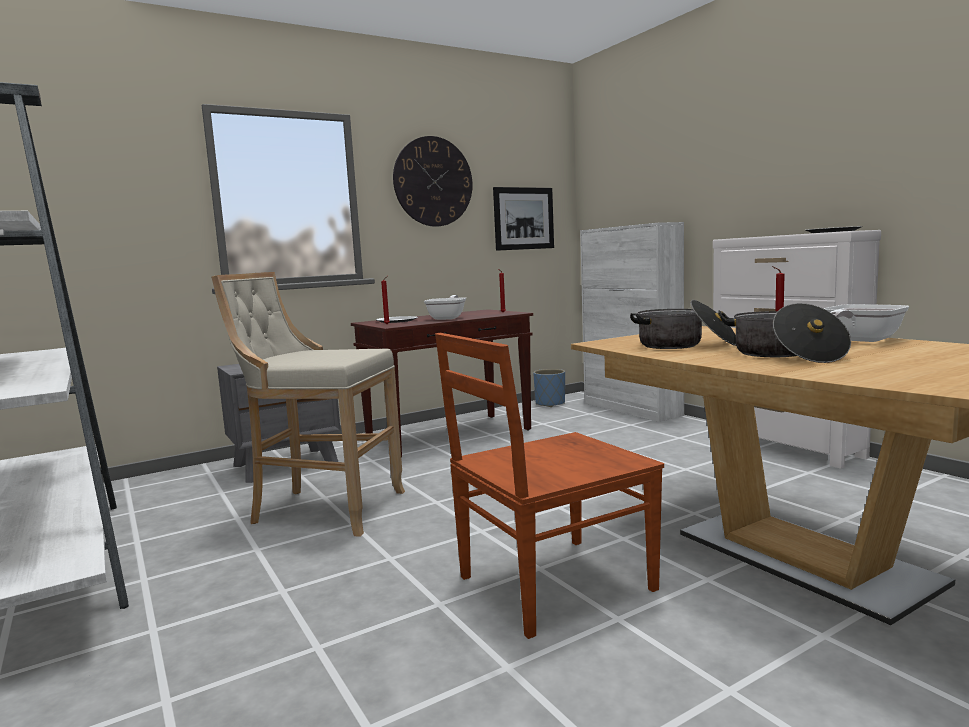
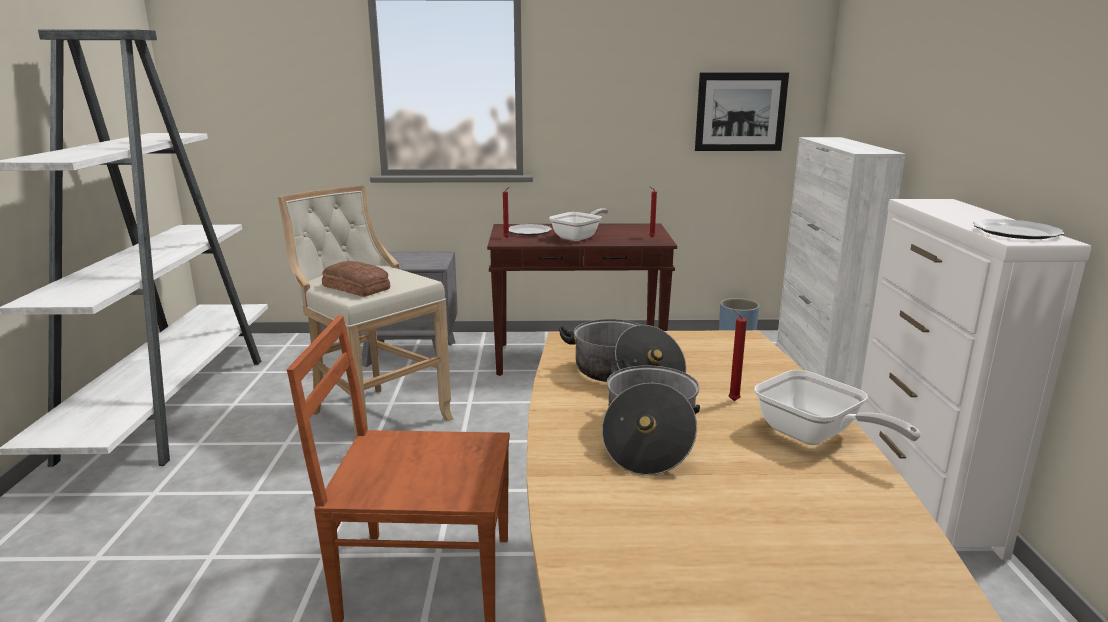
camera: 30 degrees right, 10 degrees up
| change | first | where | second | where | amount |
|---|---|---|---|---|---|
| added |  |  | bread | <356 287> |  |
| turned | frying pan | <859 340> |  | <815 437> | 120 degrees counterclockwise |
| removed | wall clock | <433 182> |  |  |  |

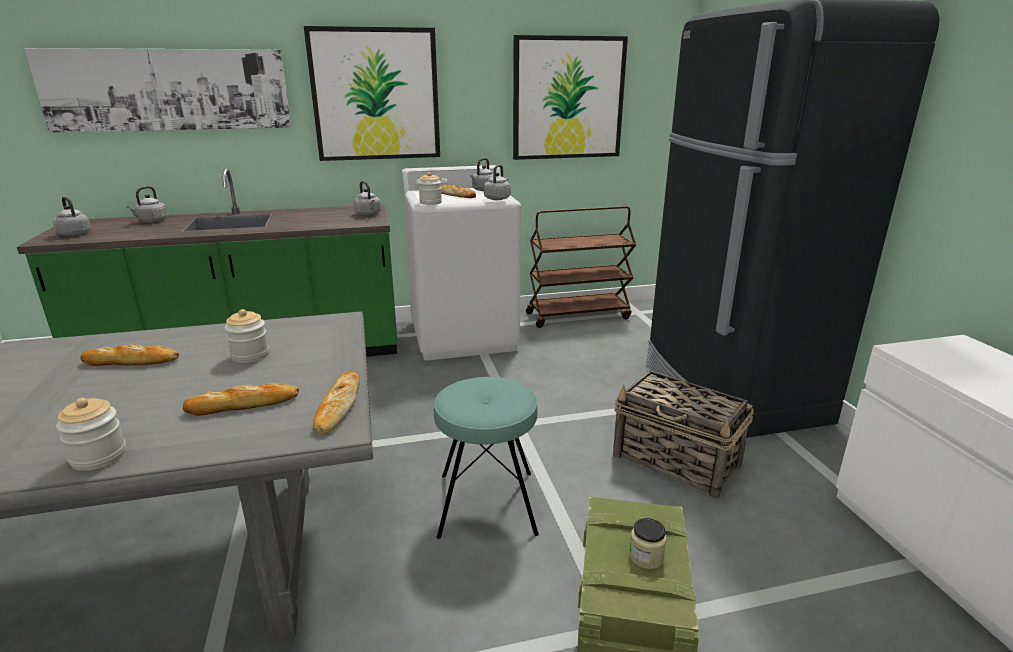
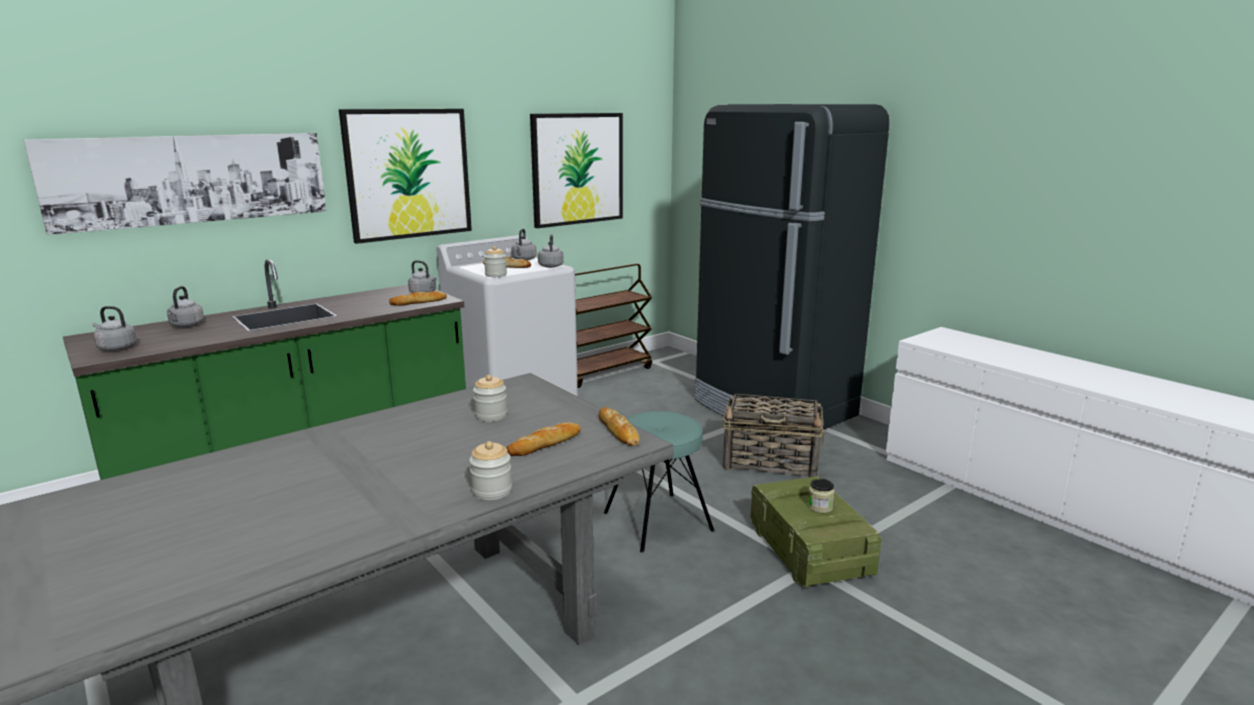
camera: 25 degrees left, 5 degrees down
| change | first | where | second | where | amount |
|---|---|---|---|---|---|
| moved | bread | <131 361> |  | <419 302> |  |

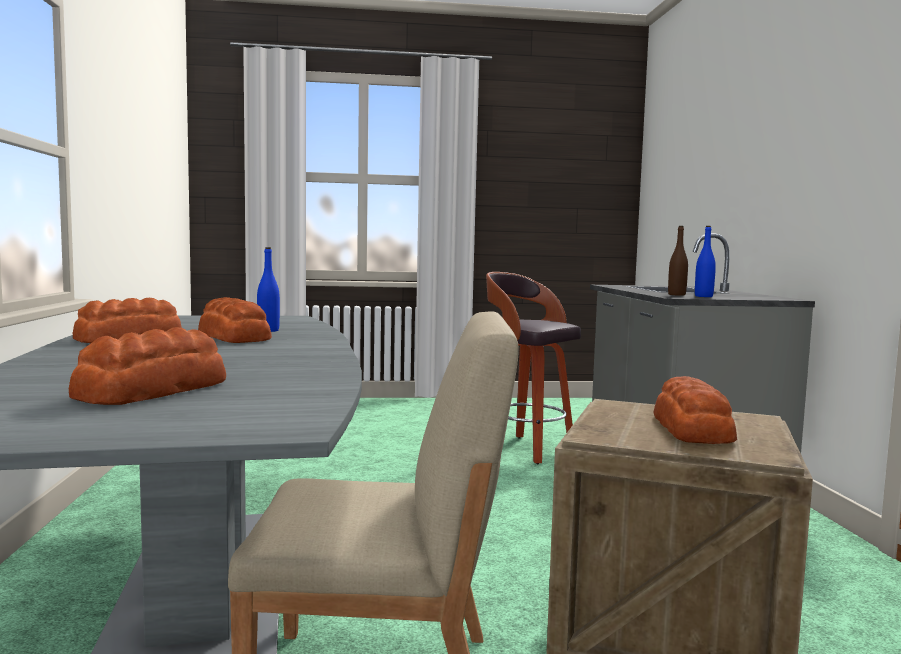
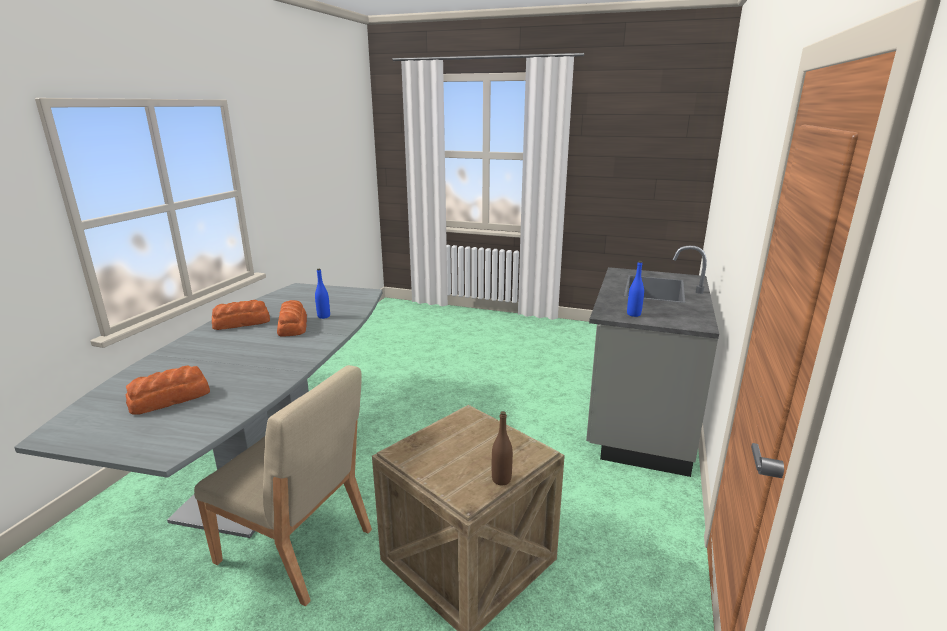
camera: 25 degrees right, 15 degrees up
| change | first | where | second | where | amount |
|---|---|---|---|---|---|
| moved | bottle/brown | <676 295> |  | <501 479> |  |
| removed | stool | <525 449> |  |  |  |
| removed | bread | <692 428> |  |  |  |

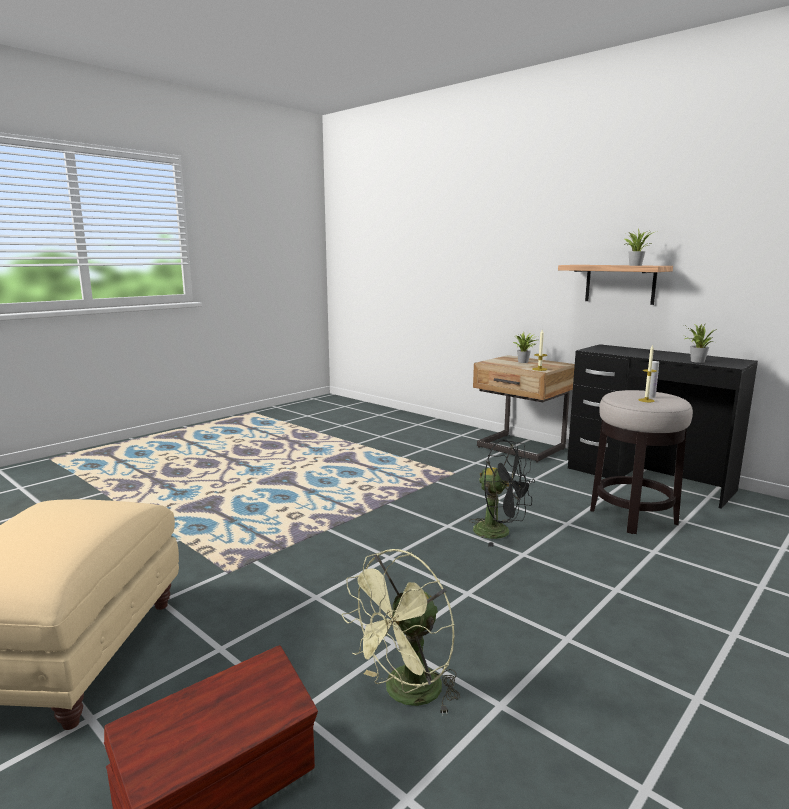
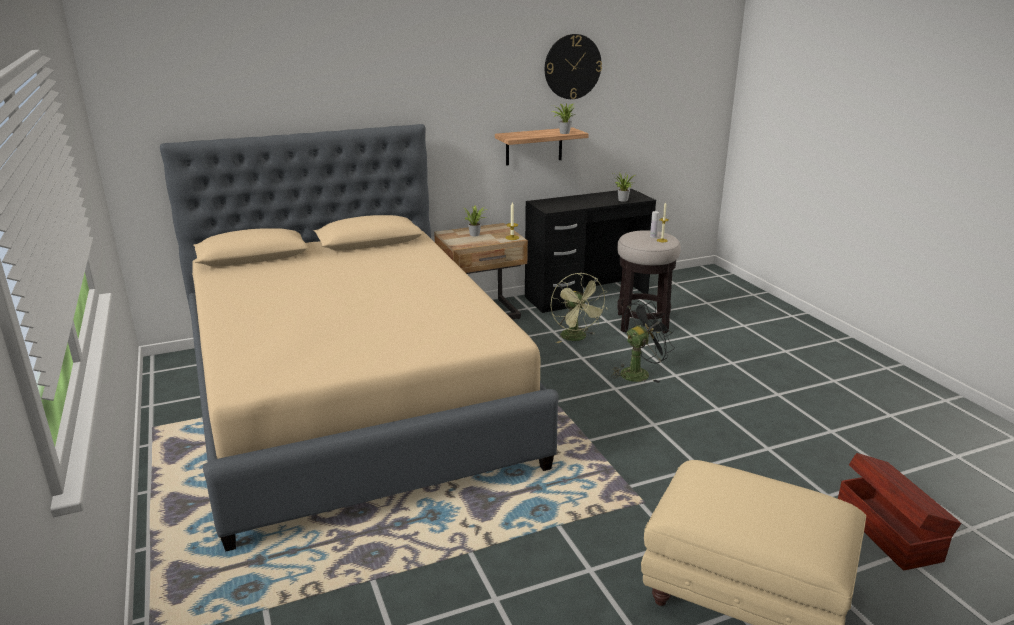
camera: 65 degrees left, 10 degrees up
| change | first | where | second | where | amount |
|---|---|---|---|---|---|
| added |  |  | bed/beige | <353 401> |  |
| added |  |  | wall clock | <572 66> |  |
| moved | fan/green | <406 695> |  | <577 338> |  |

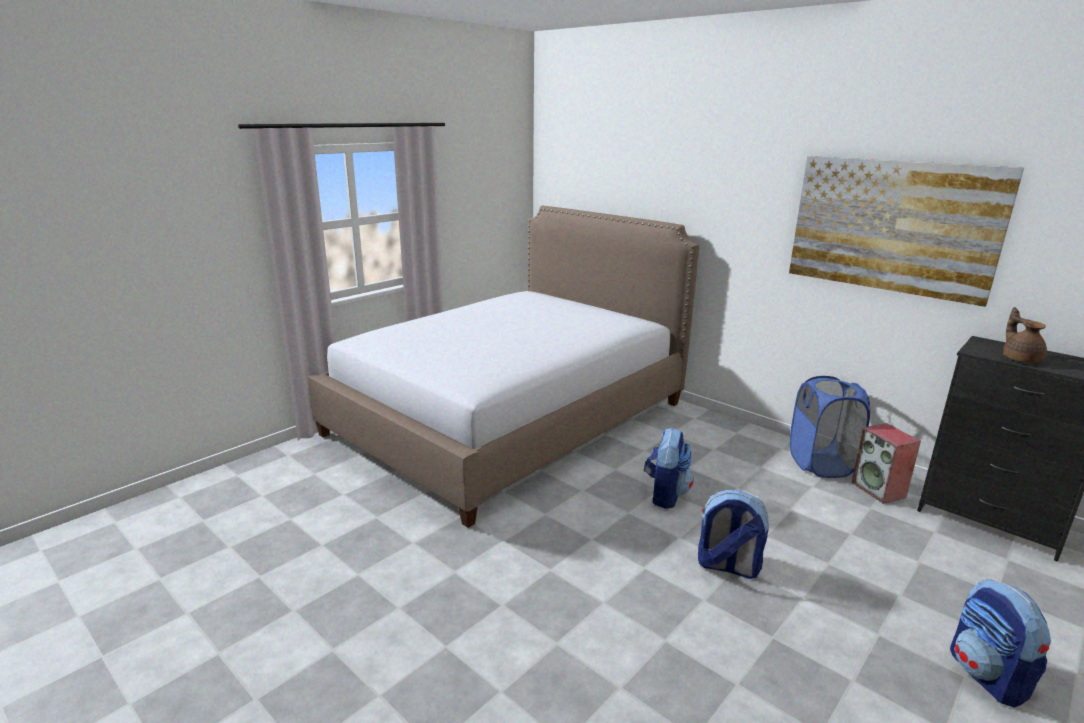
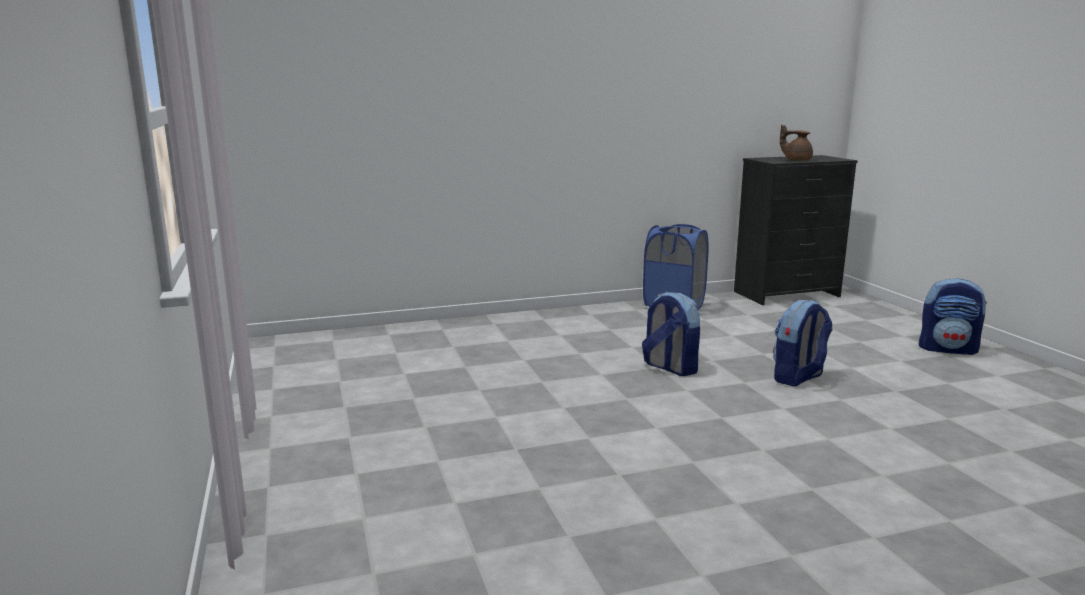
camera: 60 degrees left, 5 degrees down
| change | first | where | second | where | amount |
|---|---|---|---|---|---|
| removed | bed | <510 418> |  |  |  |
| removed | picture | <893 226> |  |  |  |
| removed | speaker | <879 490> |  |  |  |

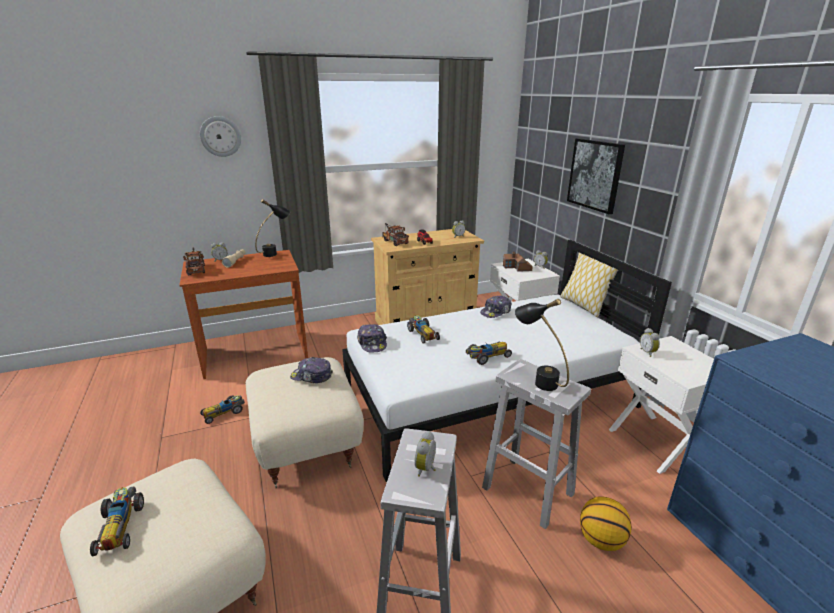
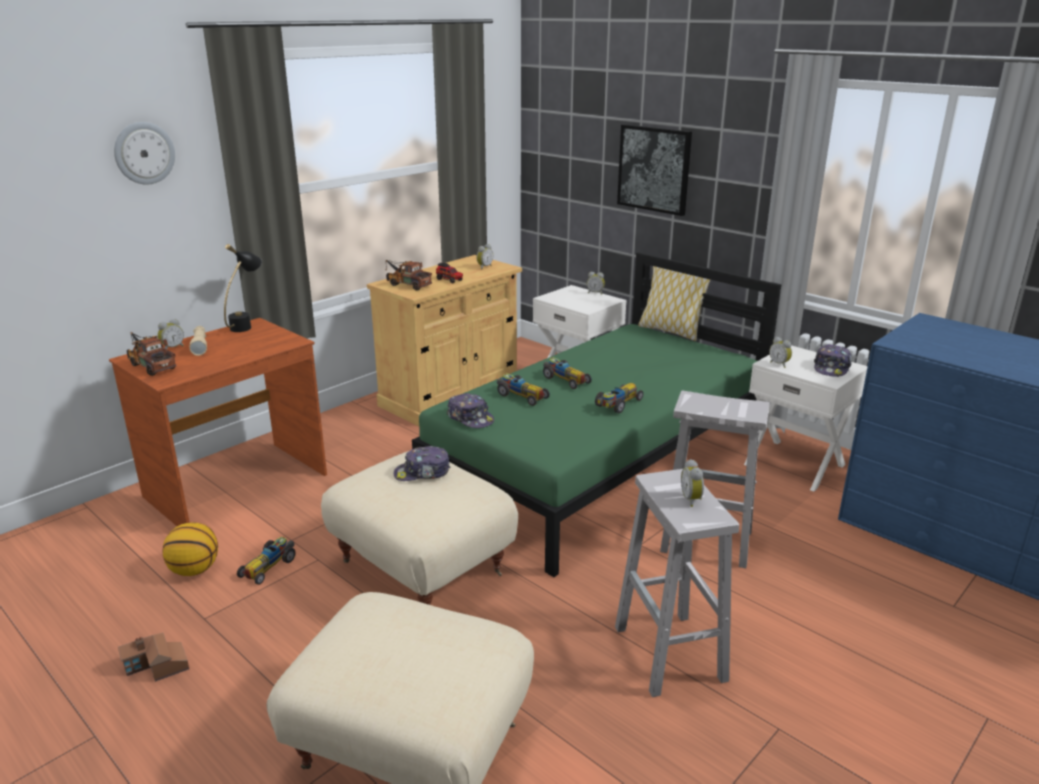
camera: 25 degrees left, 0 degrees up
| change | first | where | second | where | amount |
|---|---|---|---|---|---|
| moved | toy house | <517 268> |  | <156 666> |  |
| moved | basketball | <601 539> |  | <194 570> |  |
| recoloured | bed/white | <489 398> | bed/green | <600 464> |  |
| moved | toy car | <120 525> |  | <565 379> |  |
| moved | cap | <496 312> |  | <831 368> |  |
| removed | table lamp/black | <537 379> |  |  |  |

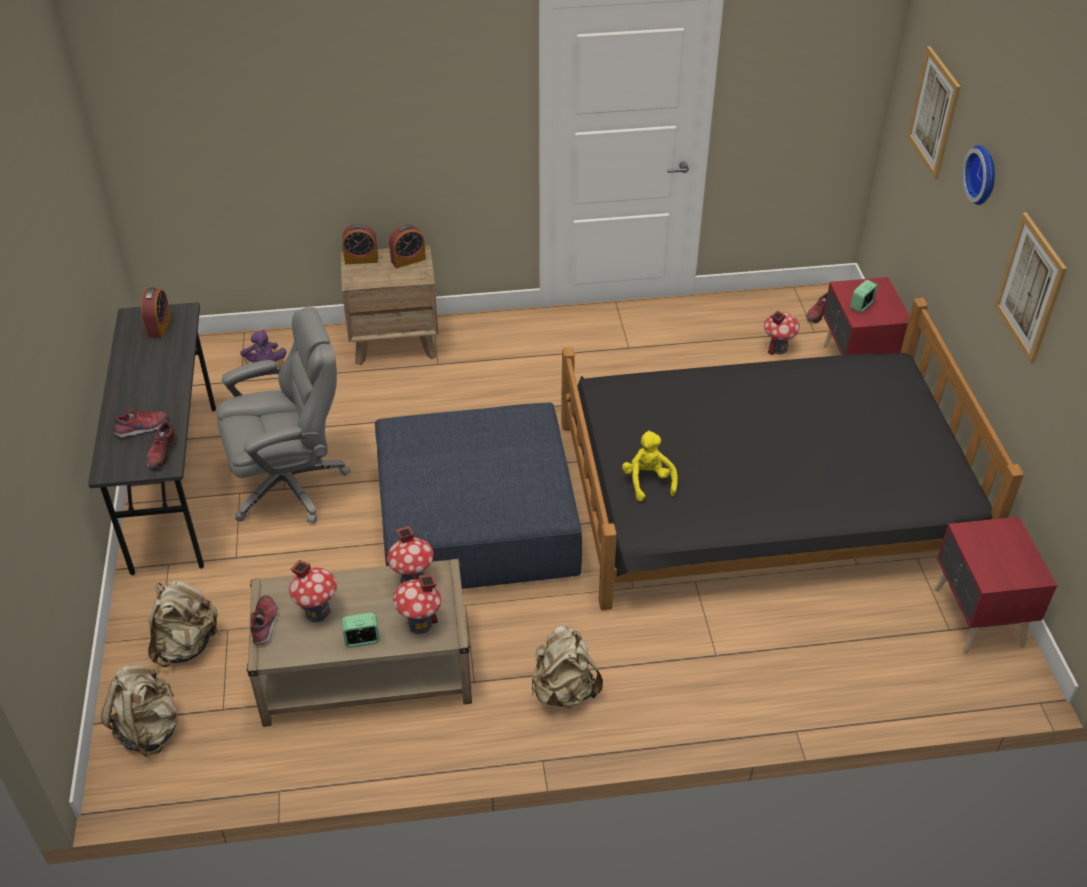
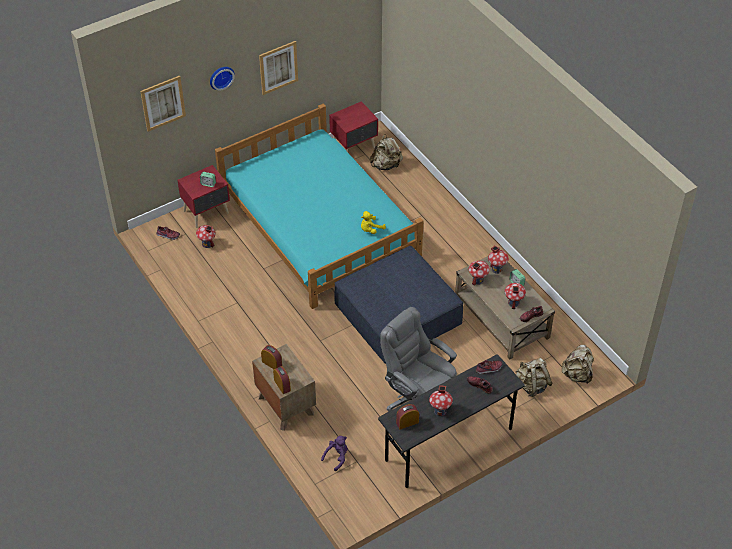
camera: 115 degrees left, 5 degrees up
| change | first | where | second | where | amount |
|---|---|---|---|---|---|
| recoloured | bed/black | <761 493> | bed/turquoise | <319 224> |  |
| moved | backpack/beige | <564 690> |  | <386 165> |  |
| added |  |  | toy house | <440 411> |  |

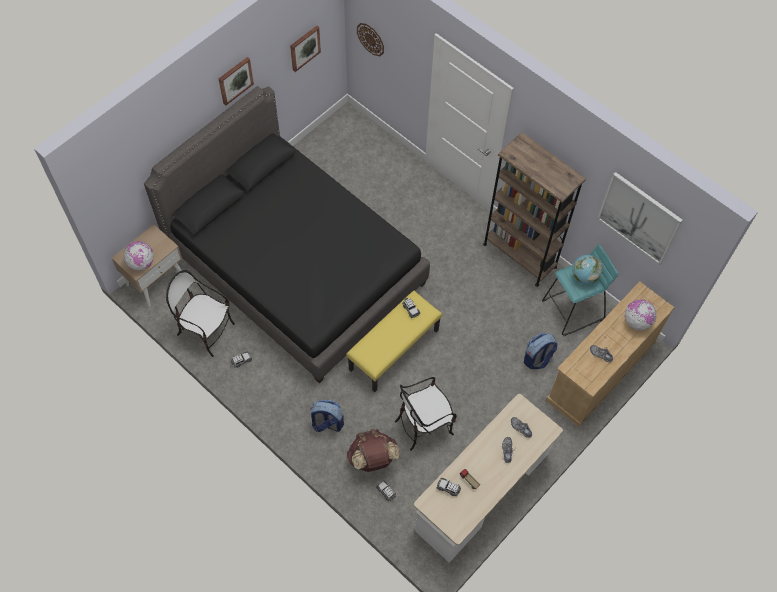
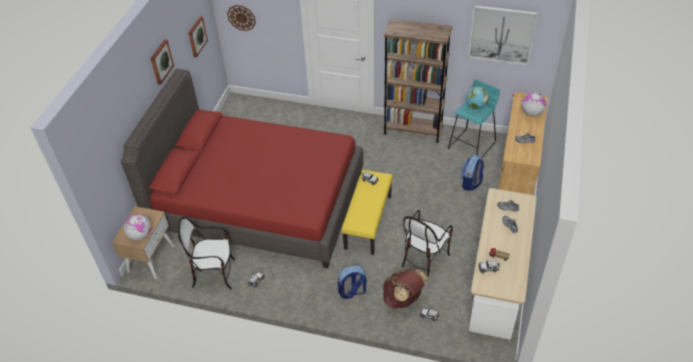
camera: 25 degrees left, 15 degrees down
| change | first | where | second | where | amount |
|---|---|---|---|---|---|
| recoloured | bed/black | <296 267> | bed/red | <259 202> |  |

